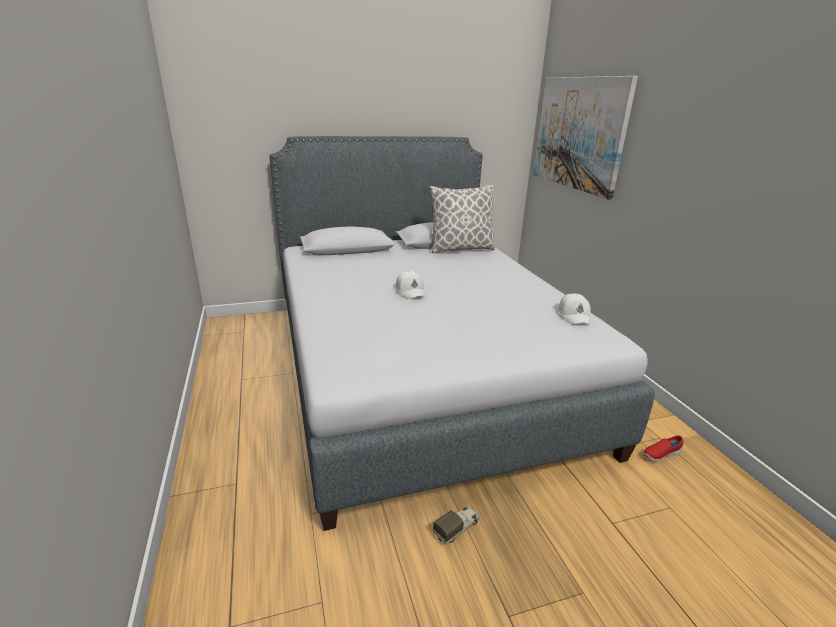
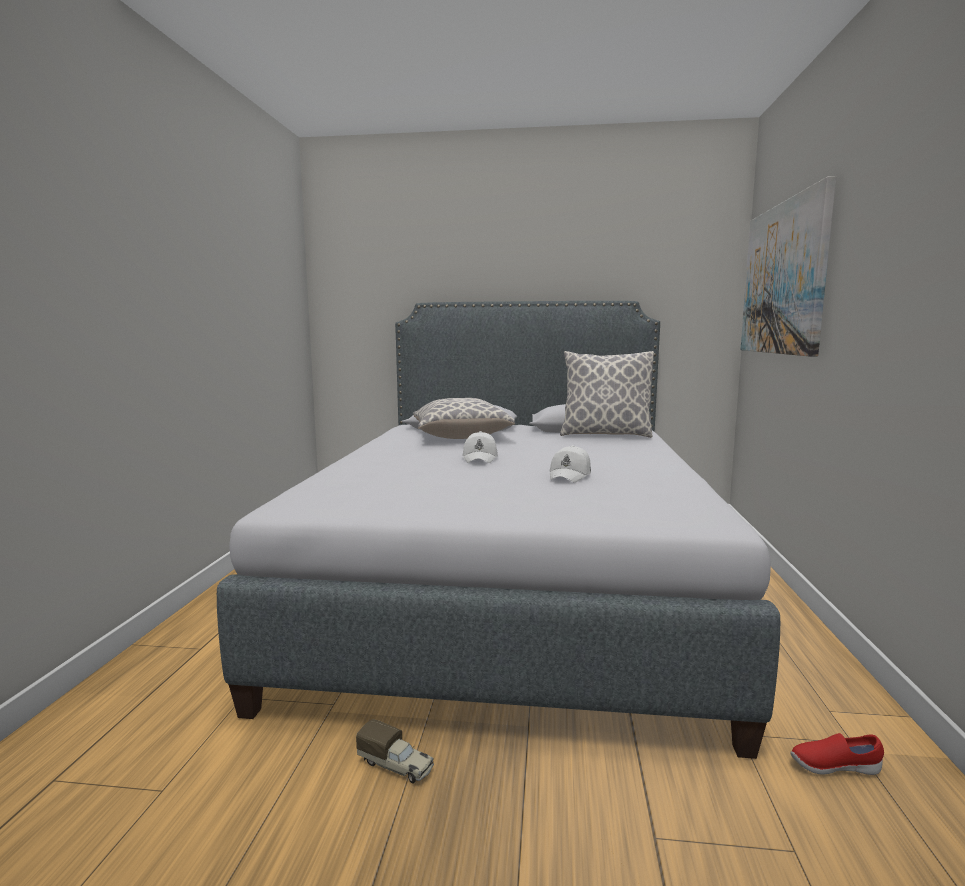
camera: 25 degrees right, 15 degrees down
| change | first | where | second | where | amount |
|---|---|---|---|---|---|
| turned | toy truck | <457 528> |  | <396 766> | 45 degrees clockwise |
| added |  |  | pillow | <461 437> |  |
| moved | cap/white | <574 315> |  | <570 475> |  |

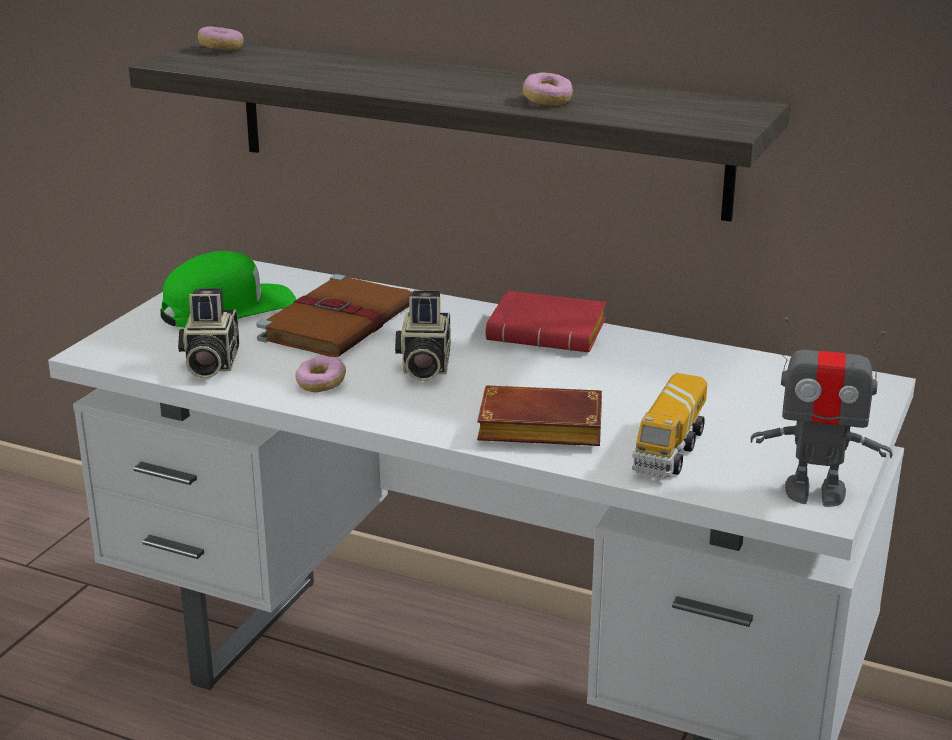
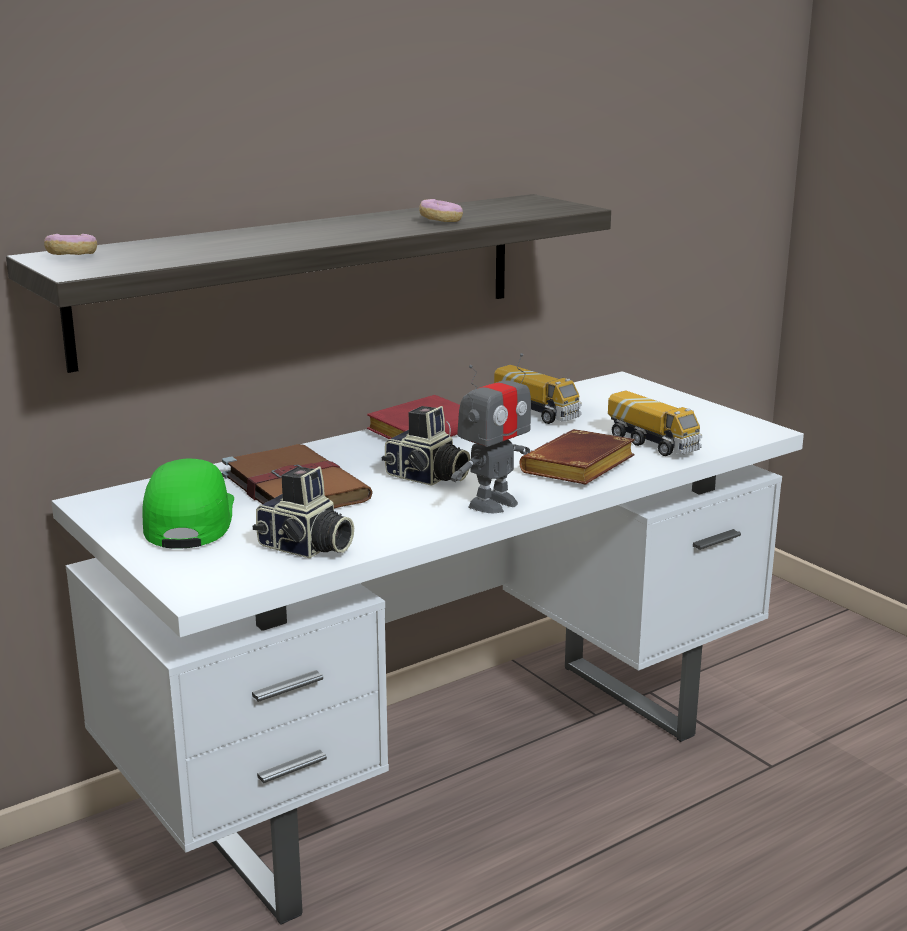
camera: 60 degrees left, 5 degrees down
| change | first | where | second | where | amount |
|---|---|---|---|---|---|
| moved | toy robot | <815 492> |  | <493 503> |  |
| added |  |  | toy truck | <536 413> |  |
| removed | donut | <321 384> |  |  |  |

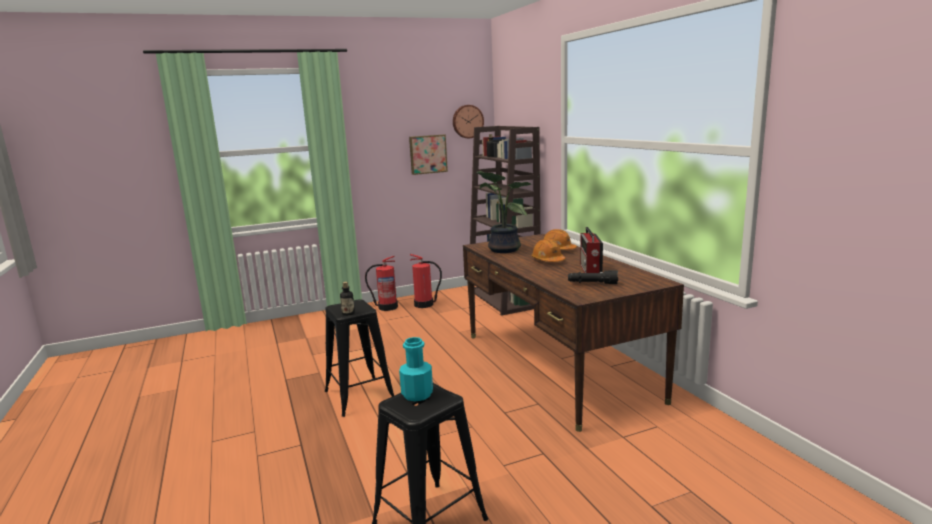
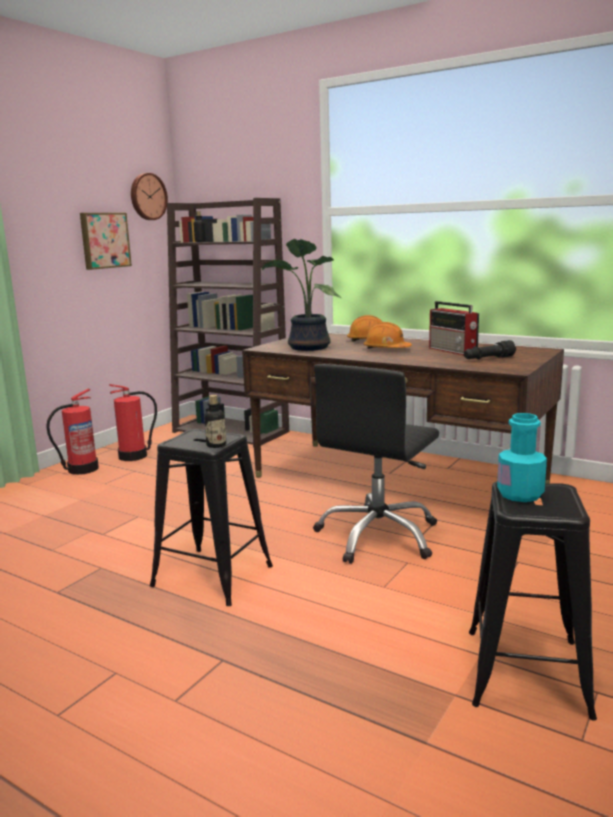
camera: 35 degrees left, 0 degrees up
| change | first | where | second | where | amount |
|---|---|---|---|---|---|
| added |  |  | office chair/black | <378 536> |  |

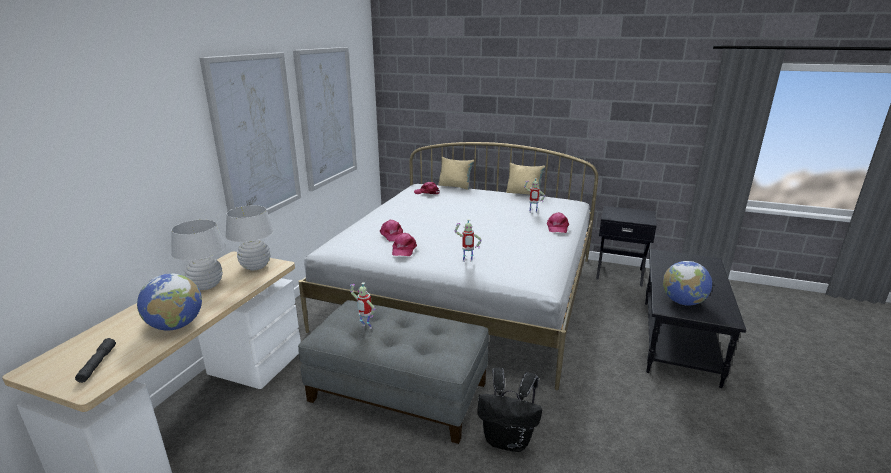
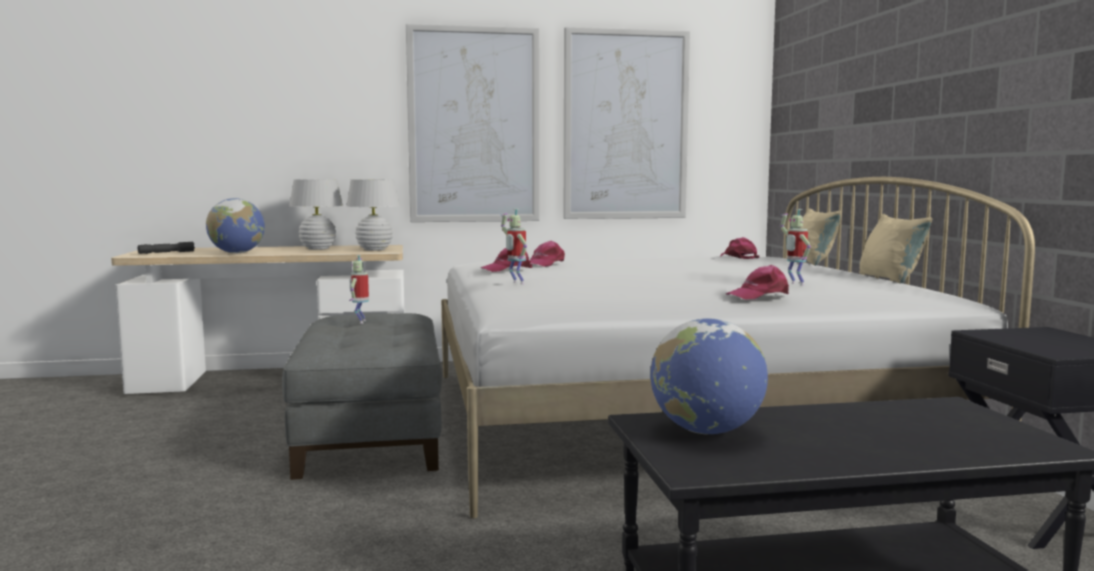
camera: 60 degrees right, 15 degrees down
| change | first | where | second | where | amount |
|---|---|---|---|---|---|
| removed | backpack/black | <508 440> |  |  |  |

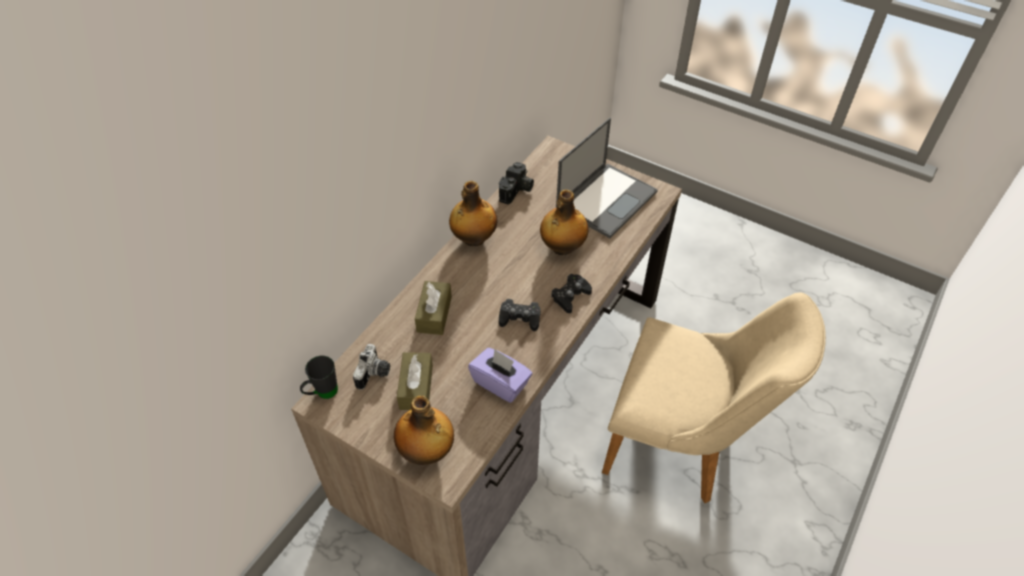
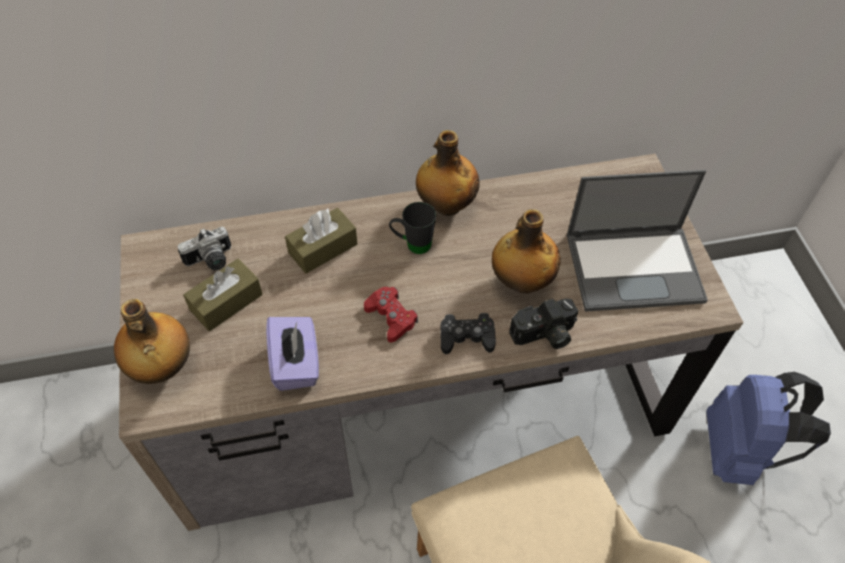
camera: 45 degrees right, 5 degrees up
| change | first | where | second | where | amount |
|---|---|---|---|---|---|
| recoloured | game controller/black | <520 318> | game controller/red | <391 317> |  |
| moved | mug/black | <322 393> |  | <412 244> |  |
| moved | photo camera | <517 191> |  | <544 335> |  |
| added |  |  | backpack/blue | <739 451> |  |

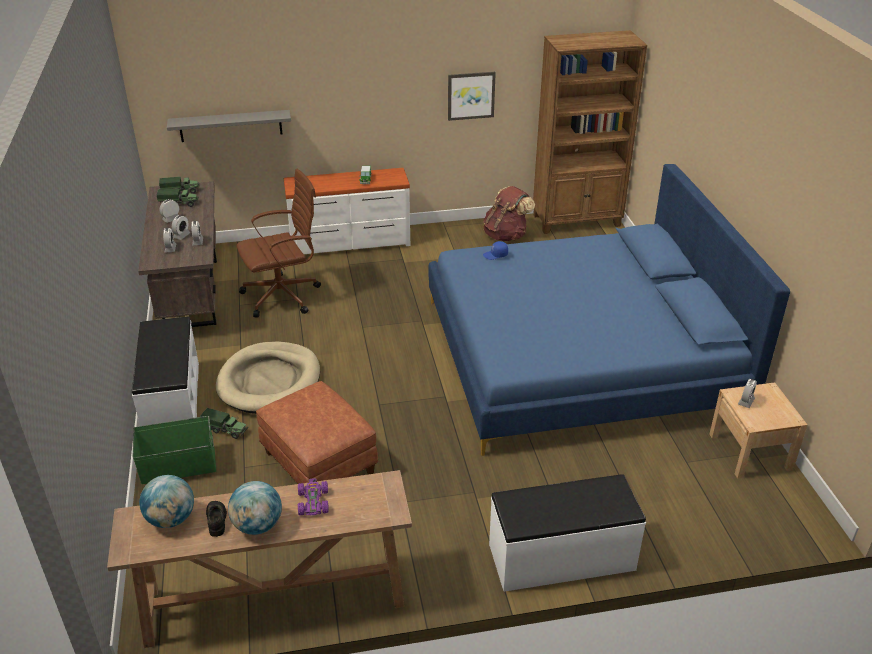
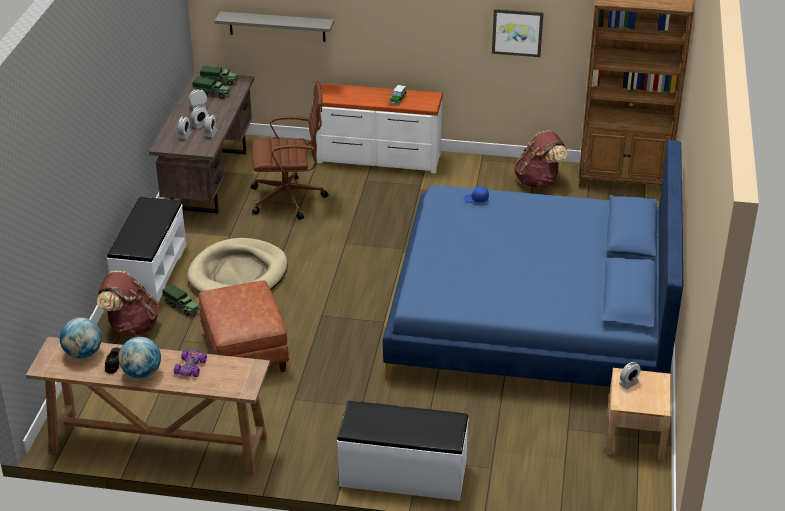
camera: 20 degrees right, 0 degrees up
| change | first | where | second | where | amount |
|---|---|---|---|---|---|
| replaced | storage box/green | <178 465> | backpack/brown | <131 326> |  |

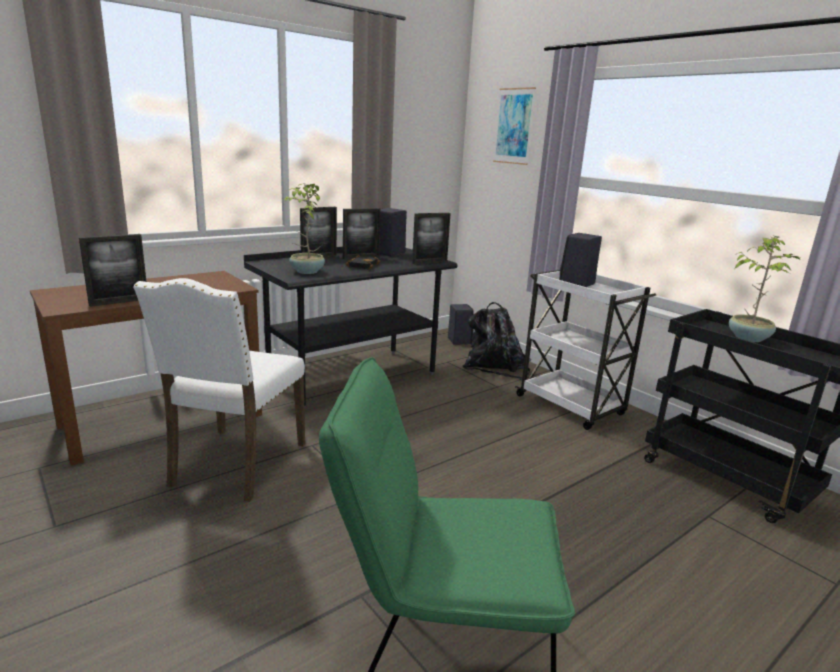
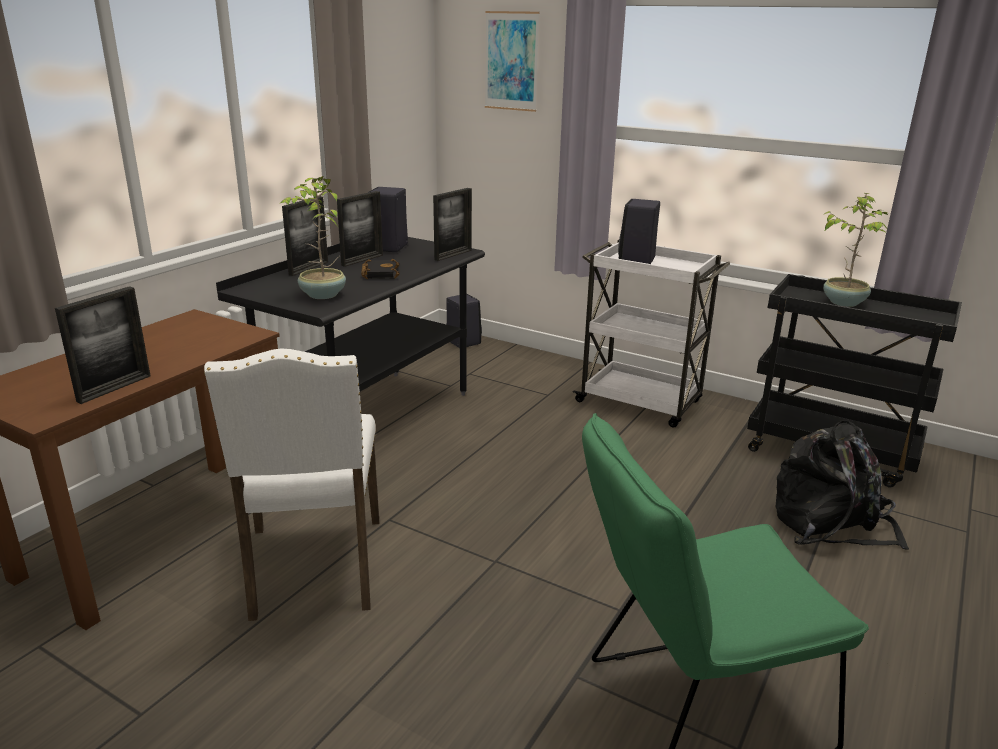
camera: 20 degrees left, 5 degrees up
| change | first | where | second | where | amount |
|---|---|---|---|---|---|
| moved | backpack/black | <495 367> |  | <831 524> |  |

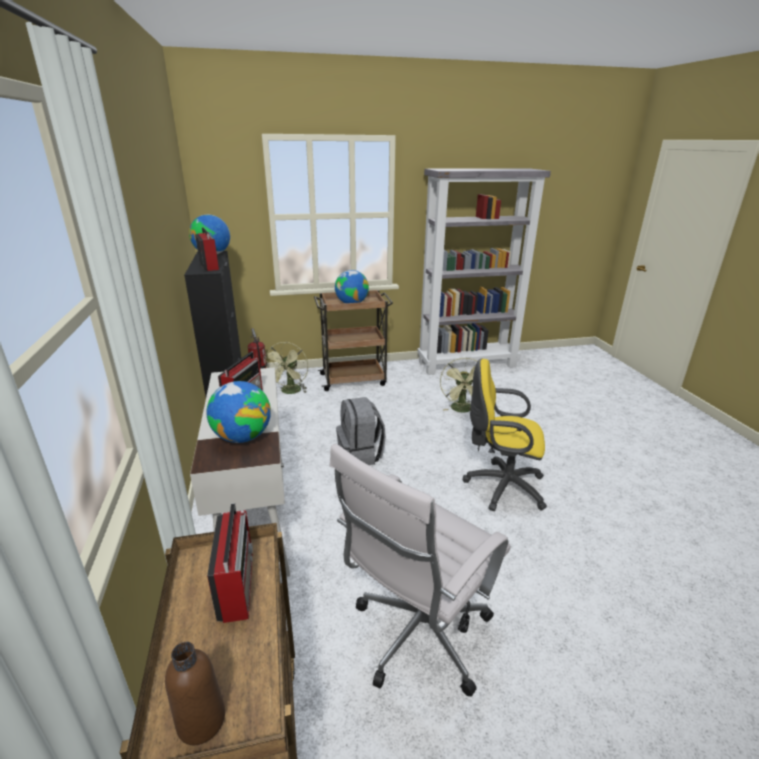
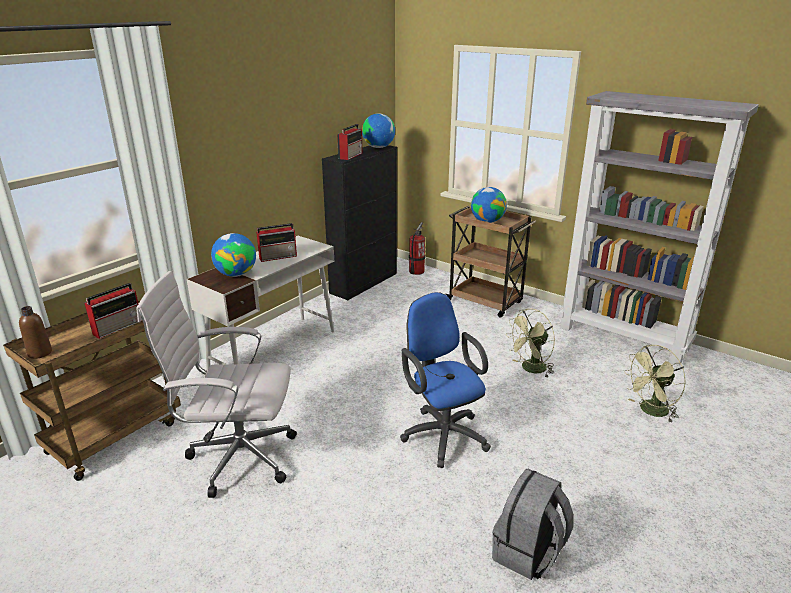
camera: 50 degrees right, 0 degrees up
| change | first | where | second | where | amount |
|---|---|---|---|---|---|
| recoloured | office chair/yellow | <500 486> | office chair/blue | <442 433> |  |
| moved | backpack/grey | <360 455> |  | <528 553> |  |
| moved | fan/green | <290 392> |  | <650 411> |  |

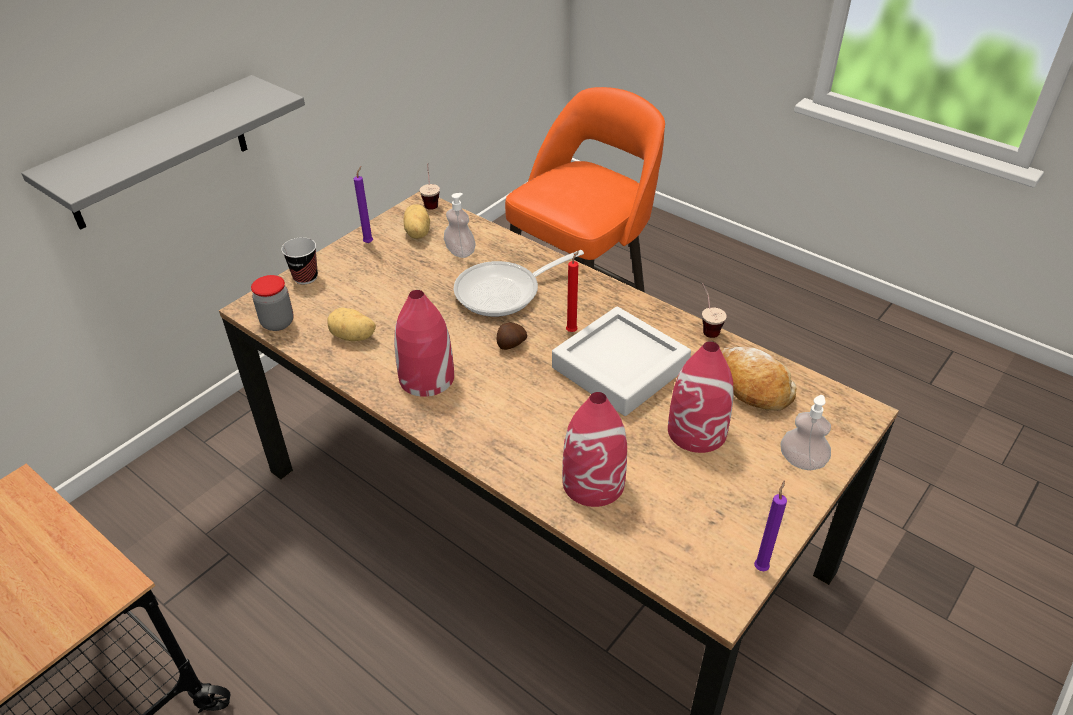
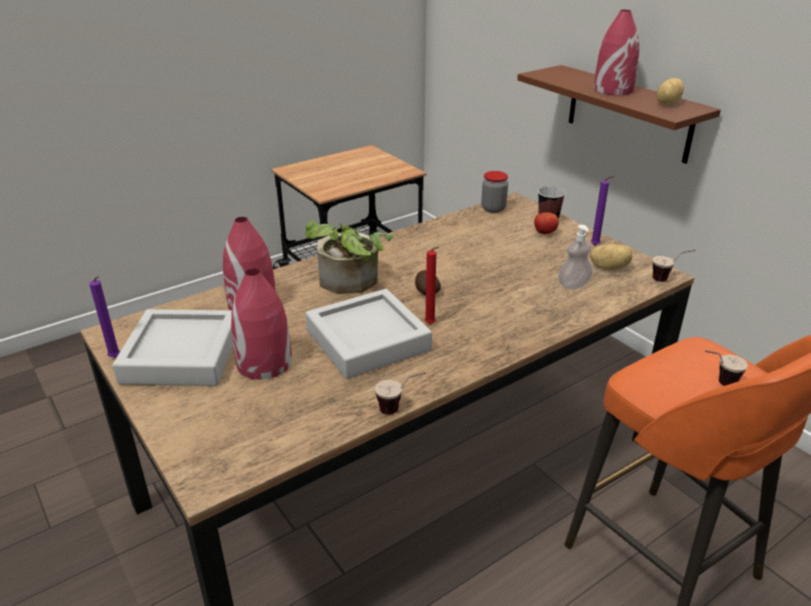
camera: 105 degrees right, 10 degrees down
| change | first | where | second | where | amount |
|---|---|---|---|---|---|
| added |  |  | tray/grey | <182 355> |  |
| added |  |  | potted plant | <350 283> |  |
| recoloured | shelf/grey | <157 153> | shelf/brown | <628 113> |  |
| added |  |  | tomato | <545 233> |  |
| moved | vase/red | <426 378> |  | <613 90> |  |
| moved | potato | <353 337> |  | <666 103> |  |
| added |  |  | cup | <717 383> |  |
| removed | frying pan | <505 292> |  |  |  |
| removed | bread | <752 386> |  |  |  |
| removed | soap dispenser | <802 461> |  |  |  |

